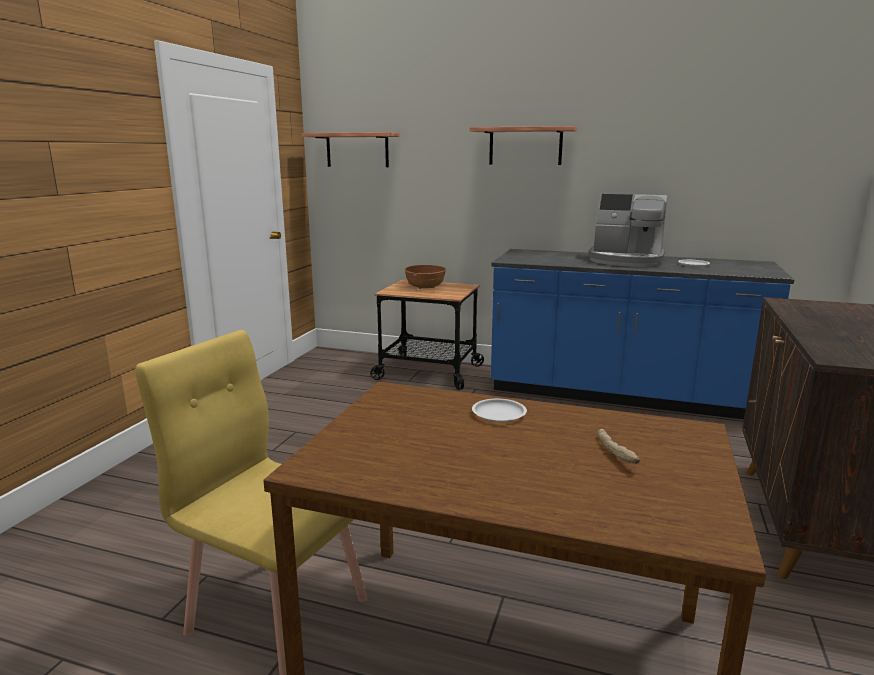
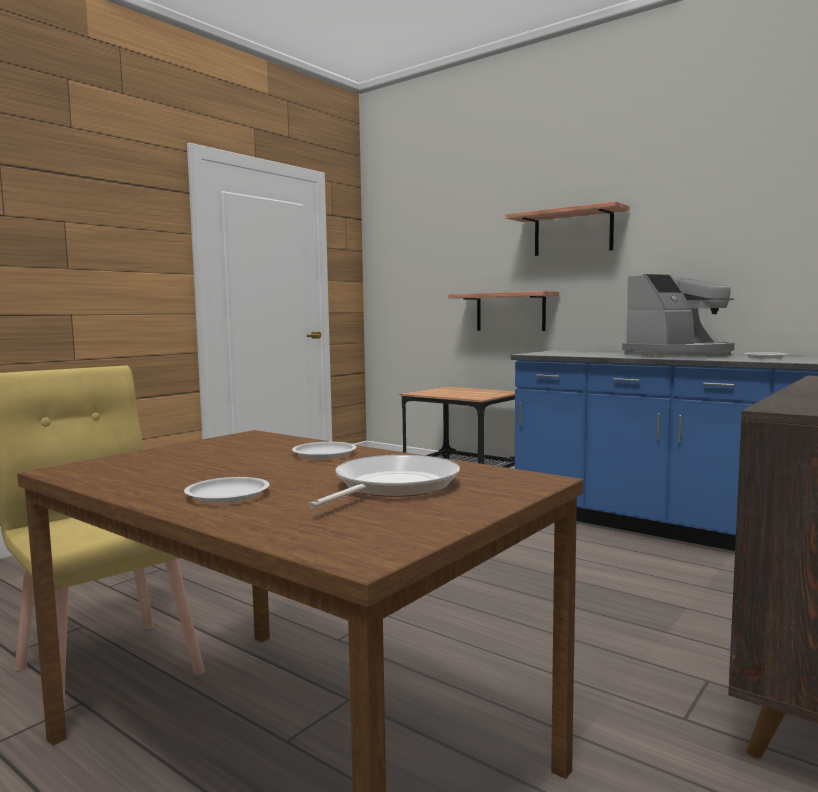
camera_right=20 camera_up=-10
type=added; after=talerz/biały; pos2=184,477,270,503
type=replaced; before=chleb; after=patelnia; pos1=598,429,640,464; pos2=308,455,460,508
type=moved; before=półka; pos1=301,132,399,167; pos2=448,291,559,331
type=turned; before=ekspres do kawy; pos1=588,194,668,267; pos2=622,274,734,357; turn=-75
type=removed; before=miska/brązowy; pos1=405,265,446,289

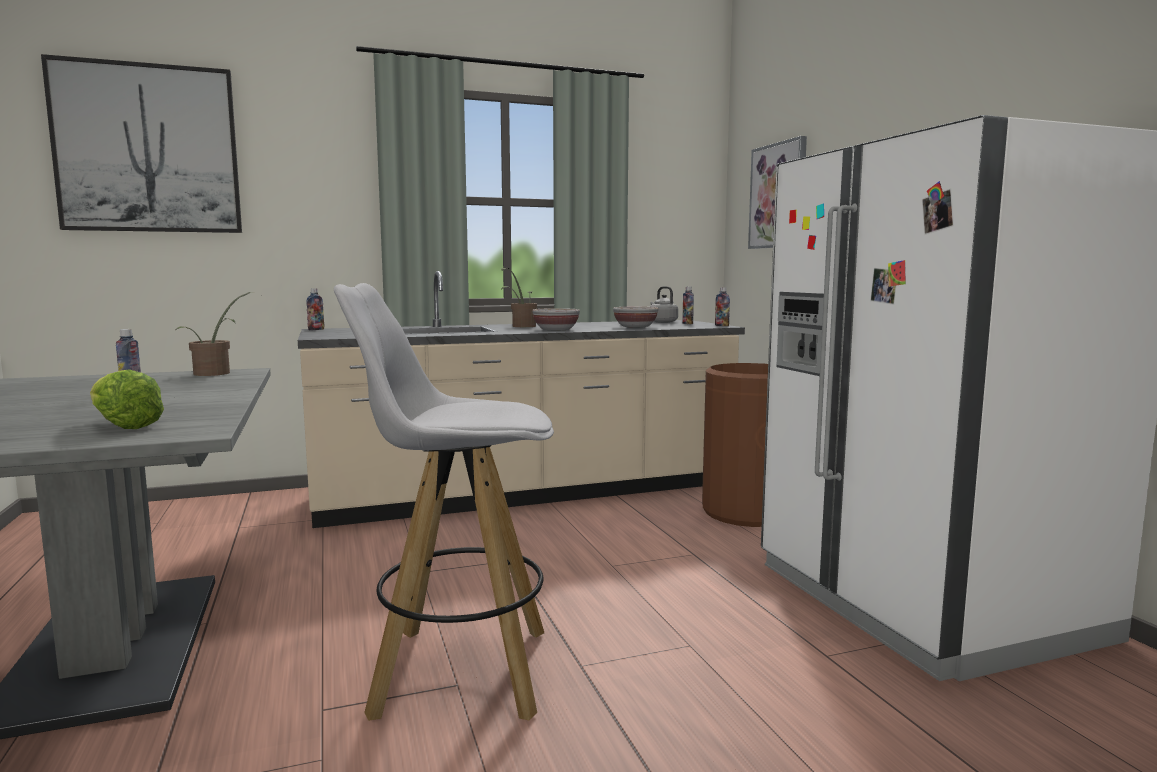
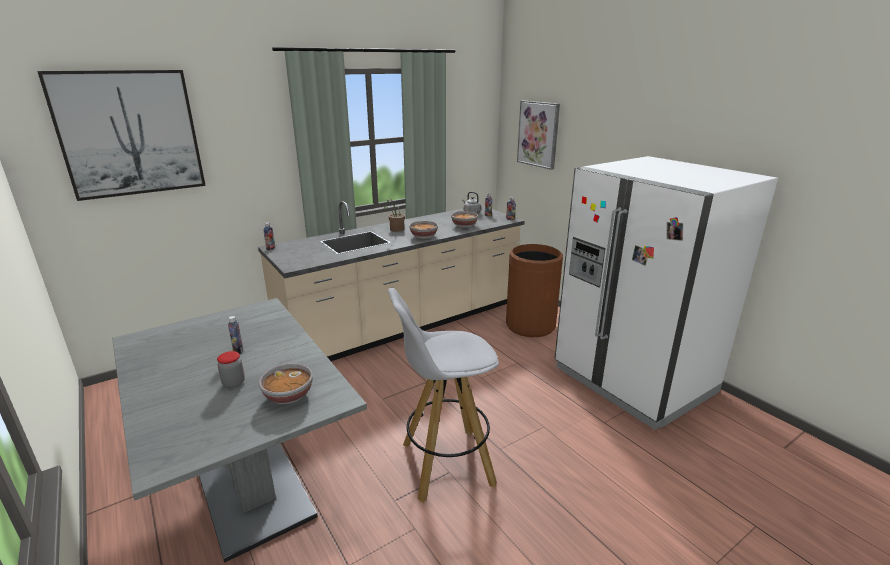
camera_right=-15 camera_up=15
type=added; after=słoik; pos2=217,351,245,388
type=replaced; before=sałata; after=miska; pos1=90,370,164,429; pos2=259,364,313,404
type=removed; before=roślina doniczkowa; pos1=176,292,261,376

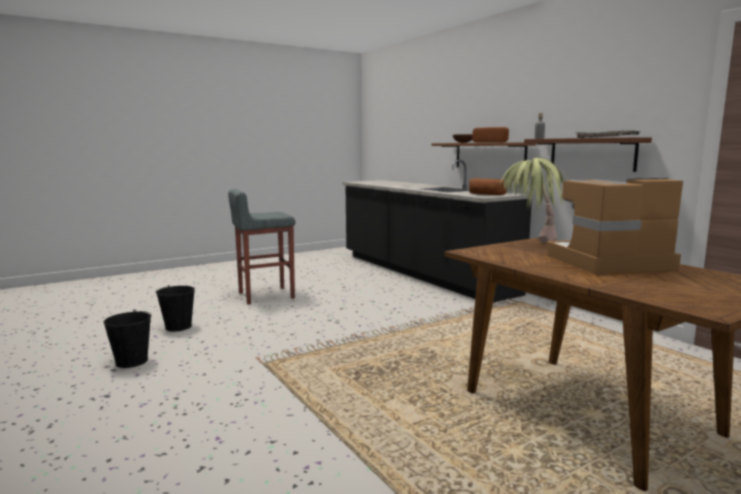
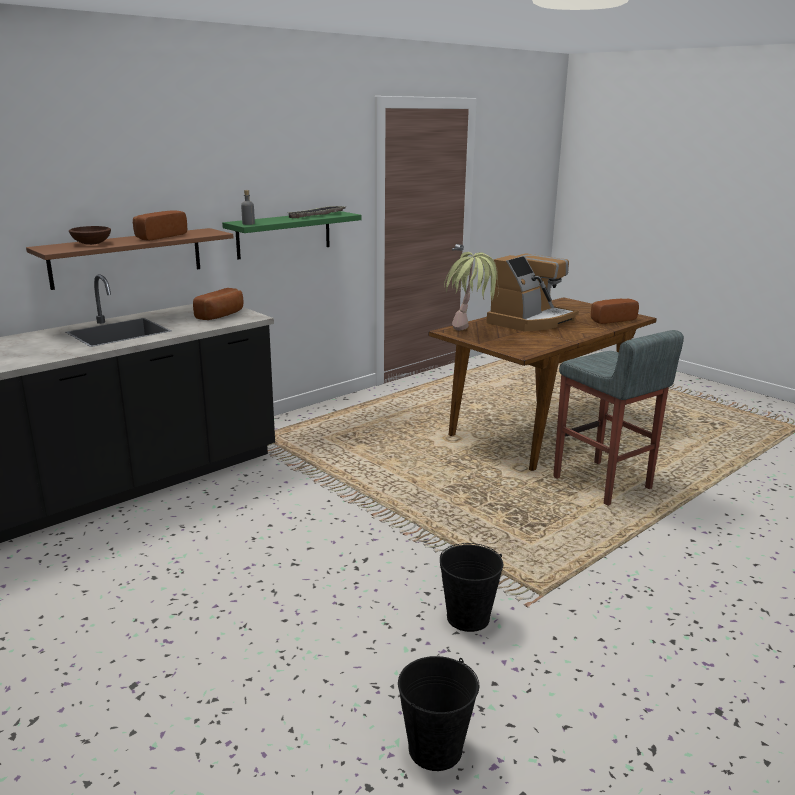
camera_right=-100 camera_up=10
type=recoloured; before=półka/brązowy; after=półka/zielony; pos1=524,137,652,172; pos2=222,211,362,259
type=moved; before=wiadro/czarny; pos1=103,309,151,368; pos2=440,543,503,632
type=turned; before=ekspres do kawy; pos1=546,178,683,274; pos2=487,253,579,331; turn=-120
type=moved; before=stołek/szary; pos1=228,189,295,305; pos2=553,330,684,506
type=added; after=chleb; pos2=591,299,639,324

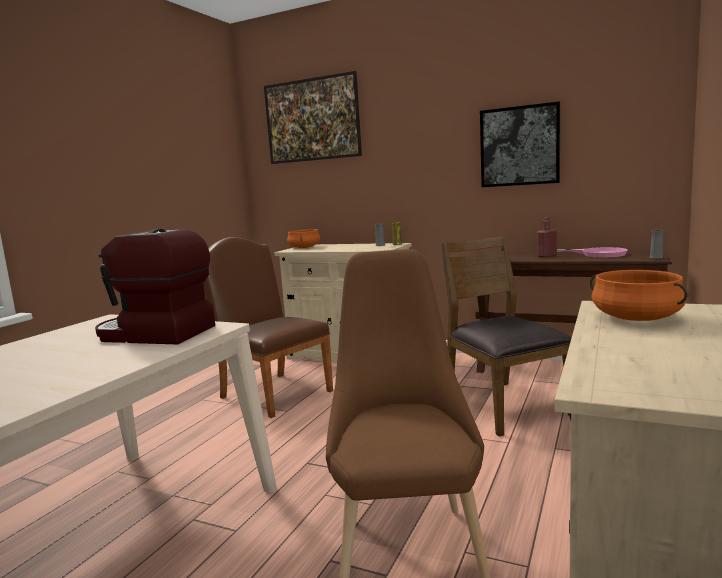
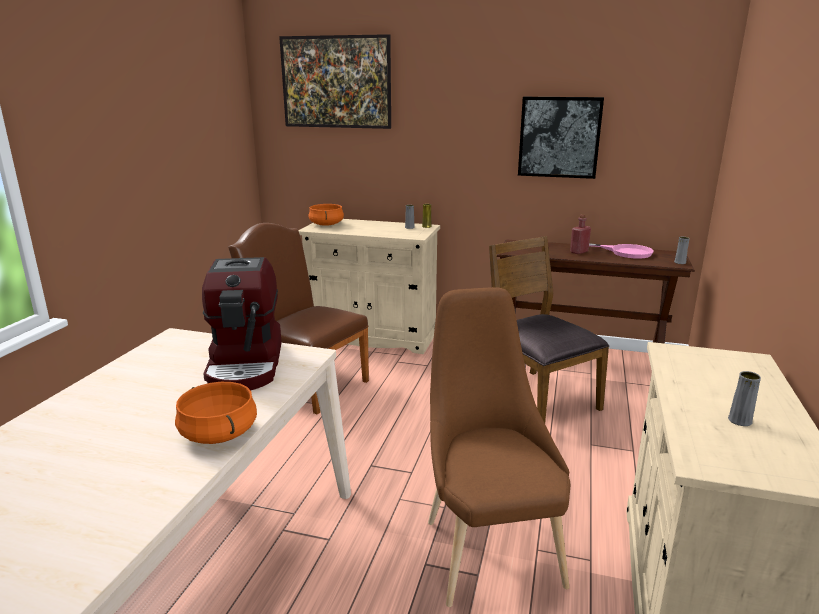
camera_right=-10 camera_up=10
type=moved; before=garnek/pomarańczowy; pos1=590,270,688,321; pos2=175,382,257,444
type=turned; before=ekspres do kawy; pos1=95,229,215,344; pos2=202,257,282,390; turn=-105
type=added; after=wazon/szary; pos2=728,371,761,426

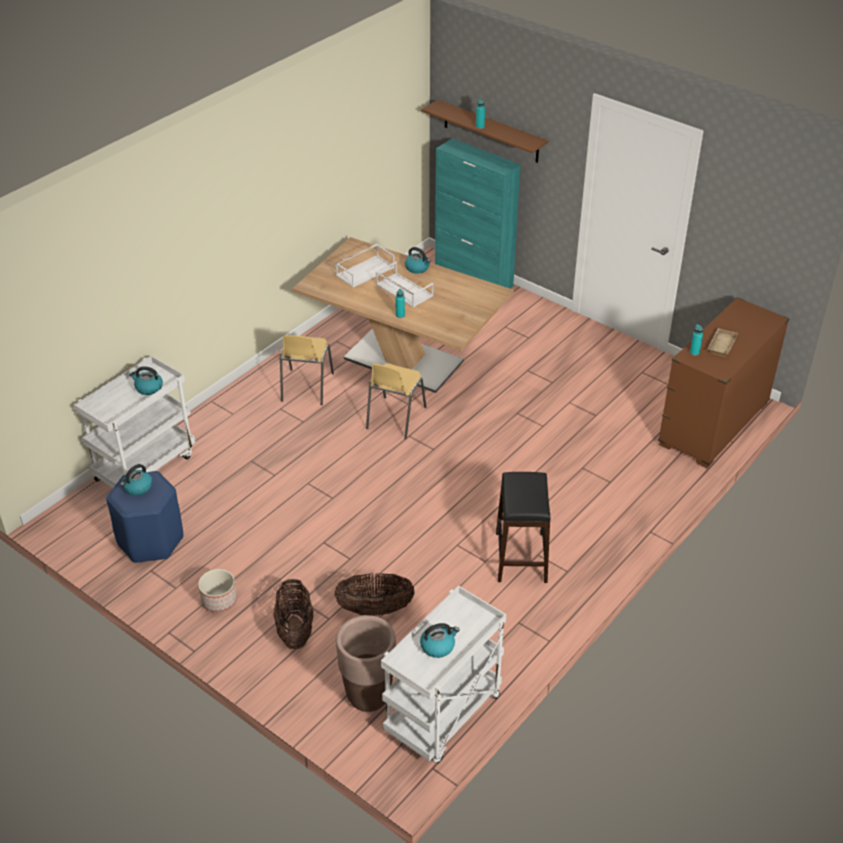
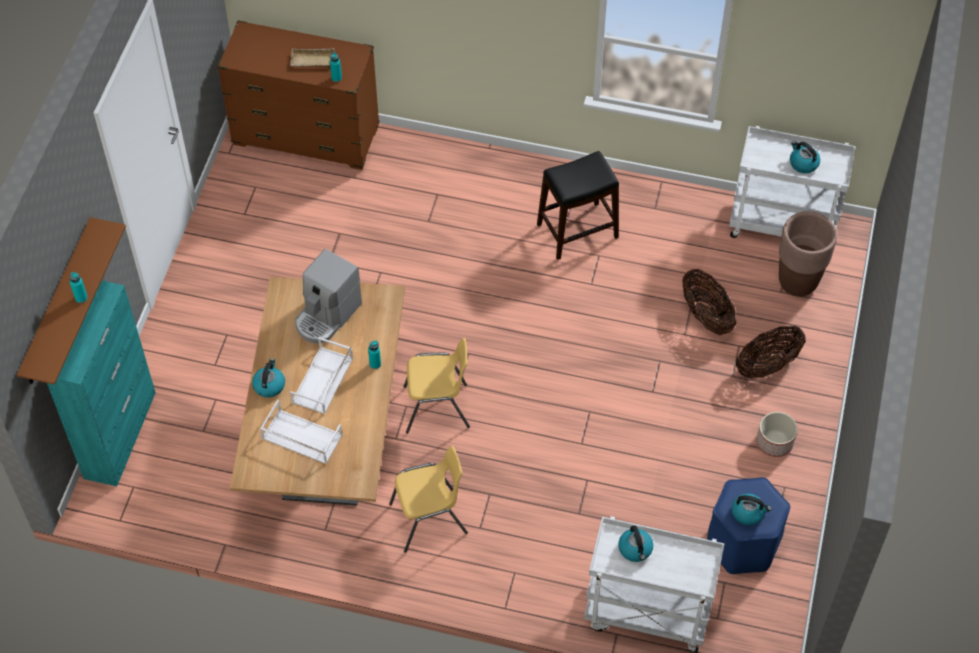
camera_right=-115 camera_up=15
type=added; after=ekspres do kawy; pos2=295,249,362,343

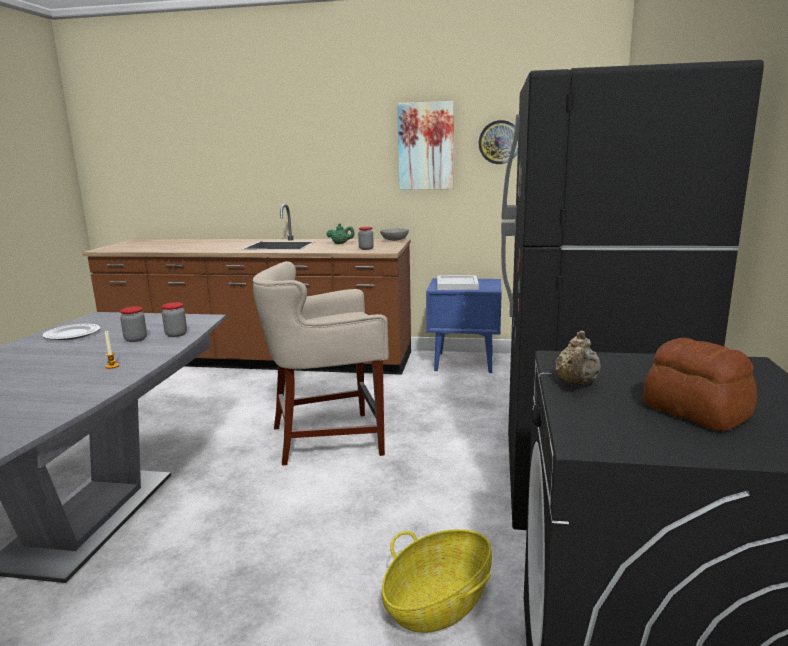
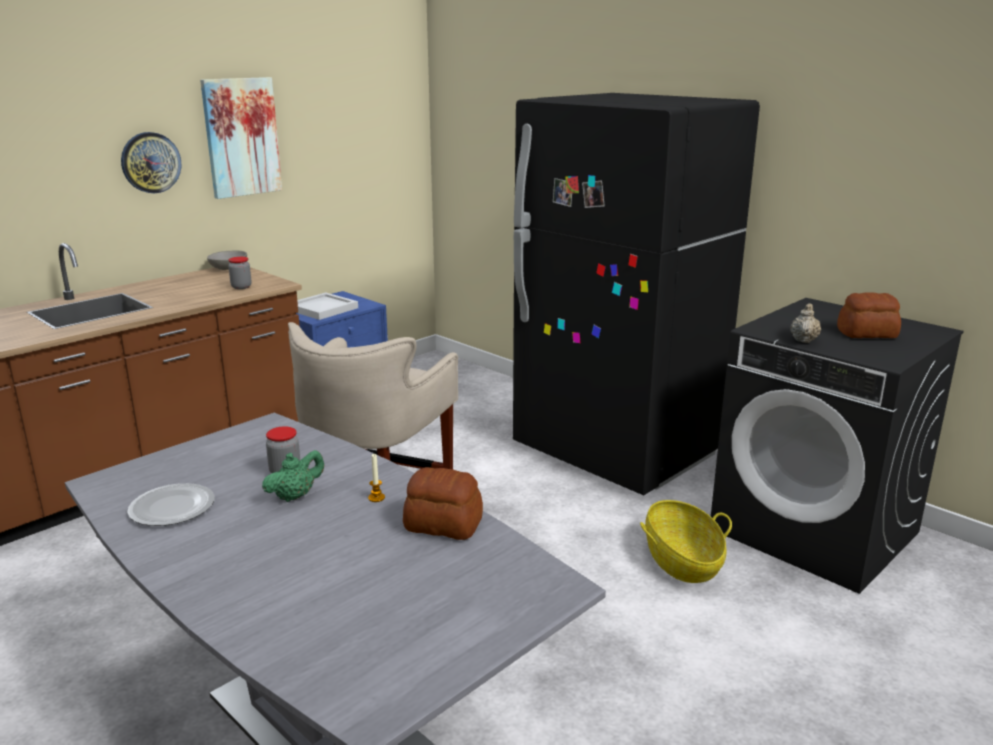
camera_right=-55 camera_up=5
type=moved; before=zegar ścienny; pos1=479,120,518,164; pos2=121,132,181,193
type=moved; before=imbryk/zielony; pos1=326,224,355,244; pos2=262,450,324,502
type=added; after=chleb; pos2=403,467,483,540
type=turned; before=imbryk/beżowy; pos1=556,331,601,386; pos2=790,303,821,343; turn=-120
type=removed; before=słoik; pos1=162,302,187,337

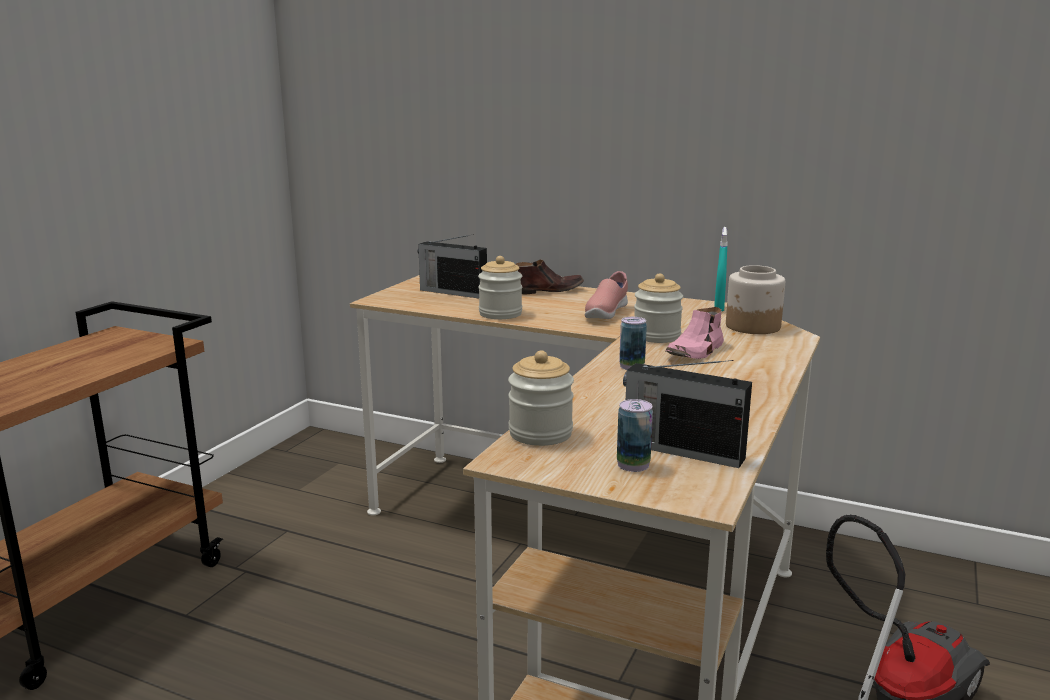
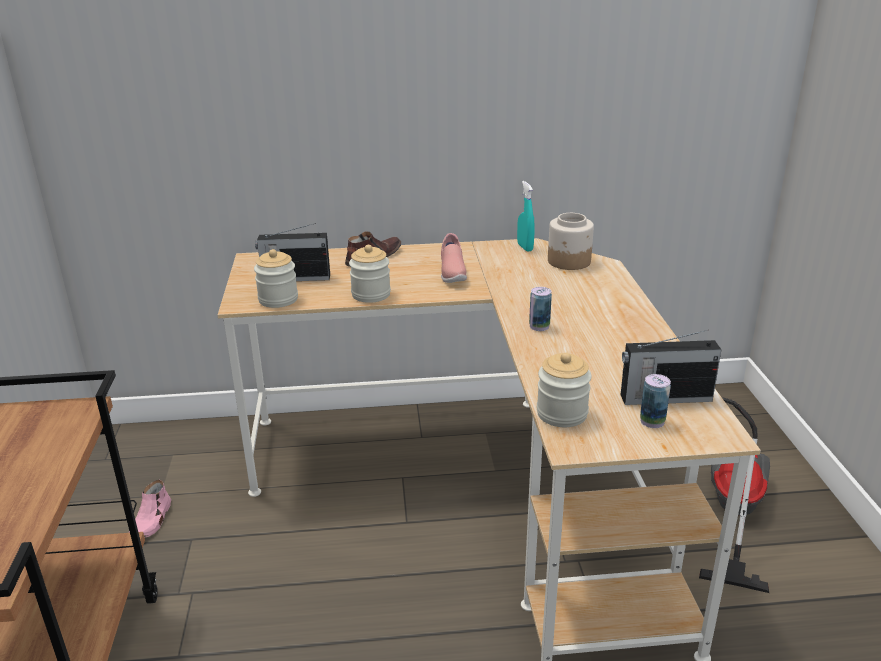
camera_right=-30 camera_up=10
type=moved; before=but/różowy; pos1=665,307,724,359; pos2=129,480,171,537
type=moved; before=słoik; pos1=634,273,683,343; pos2=254,249,298,308

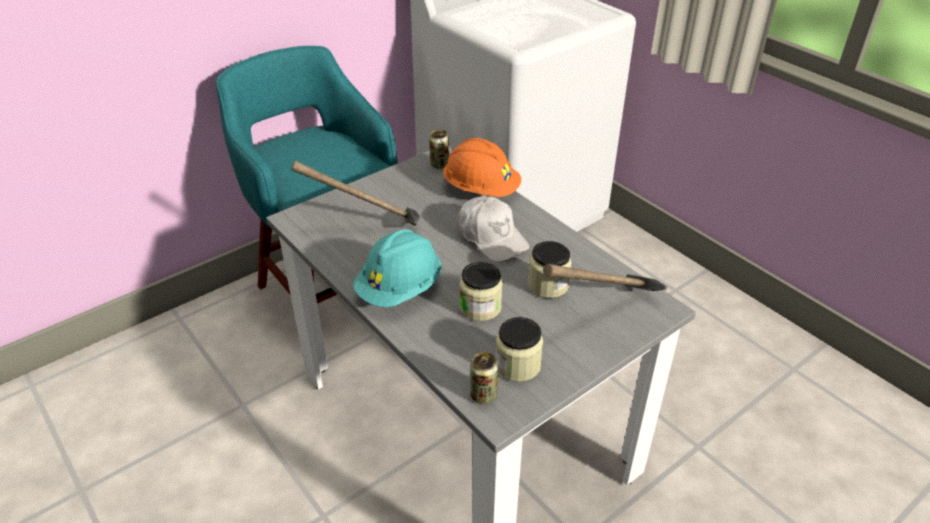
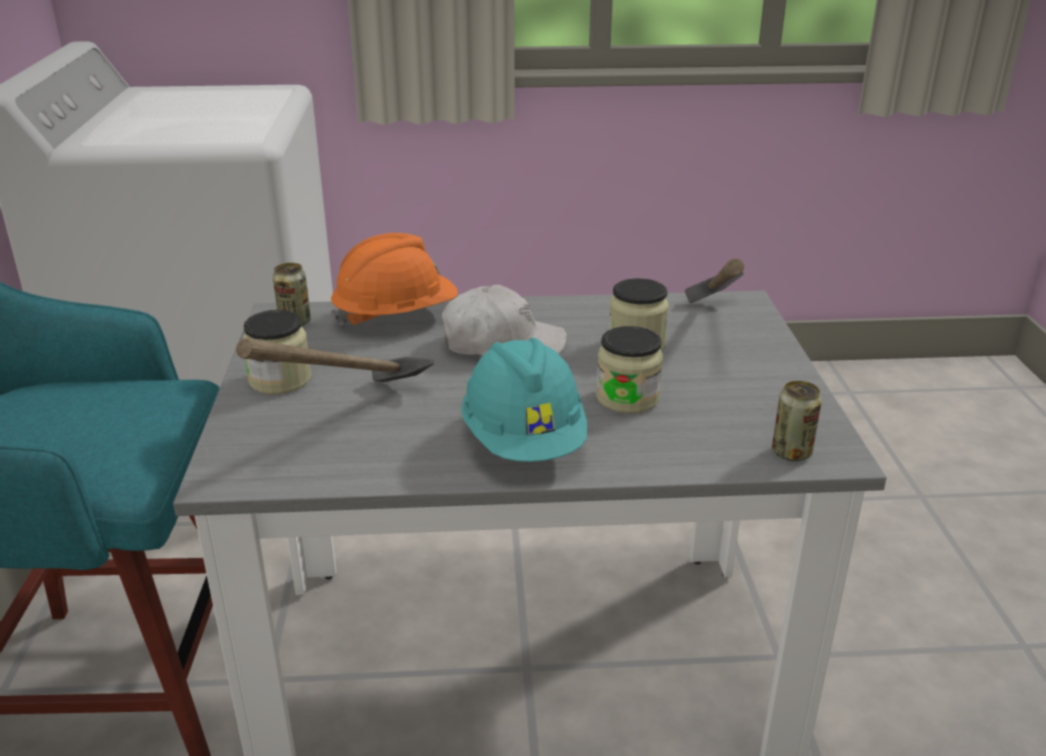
camera_right=-55 camera_up=-10
type=moved; before=słoik; pos1=496,317,543,382; pos2=243,310,311,395

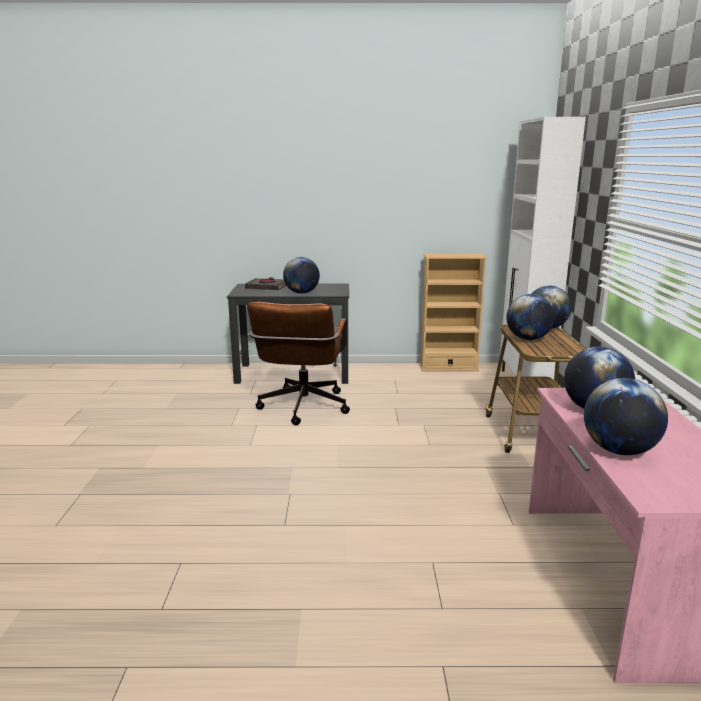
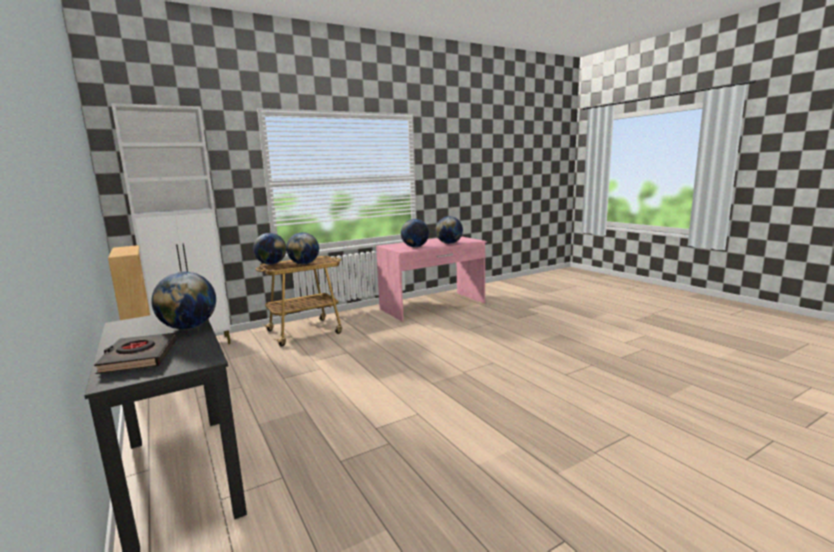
camera_right=-120 camera_up=-5
type=removed; before=krzesło biurowe/brązowy; pos1=247,302,350,425

